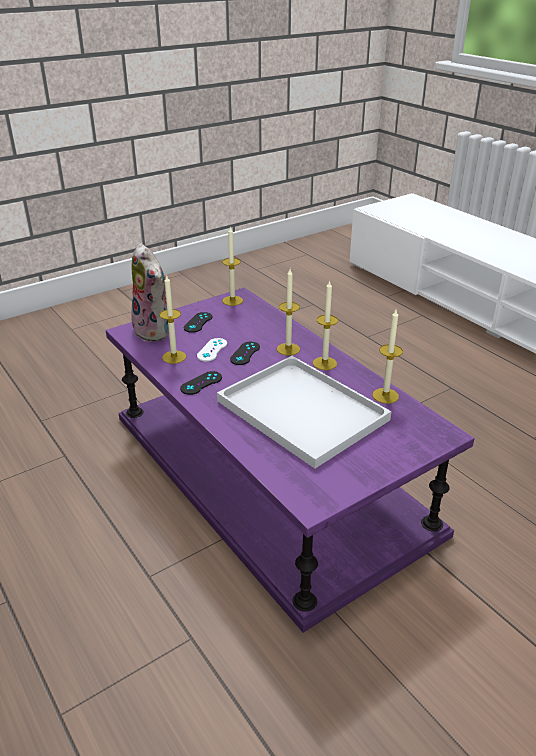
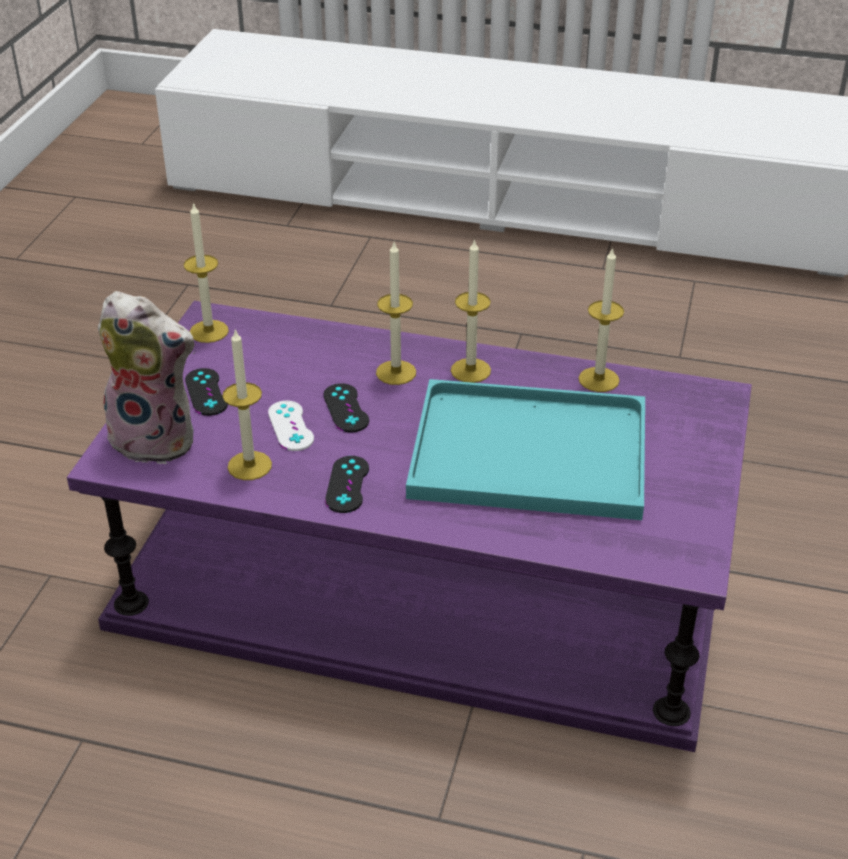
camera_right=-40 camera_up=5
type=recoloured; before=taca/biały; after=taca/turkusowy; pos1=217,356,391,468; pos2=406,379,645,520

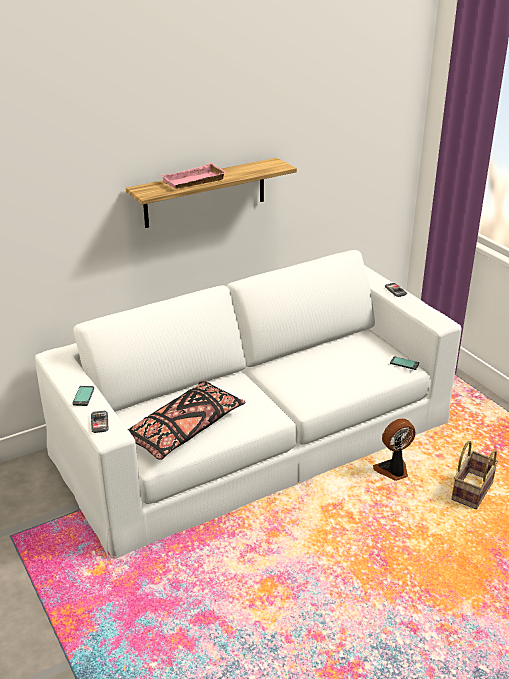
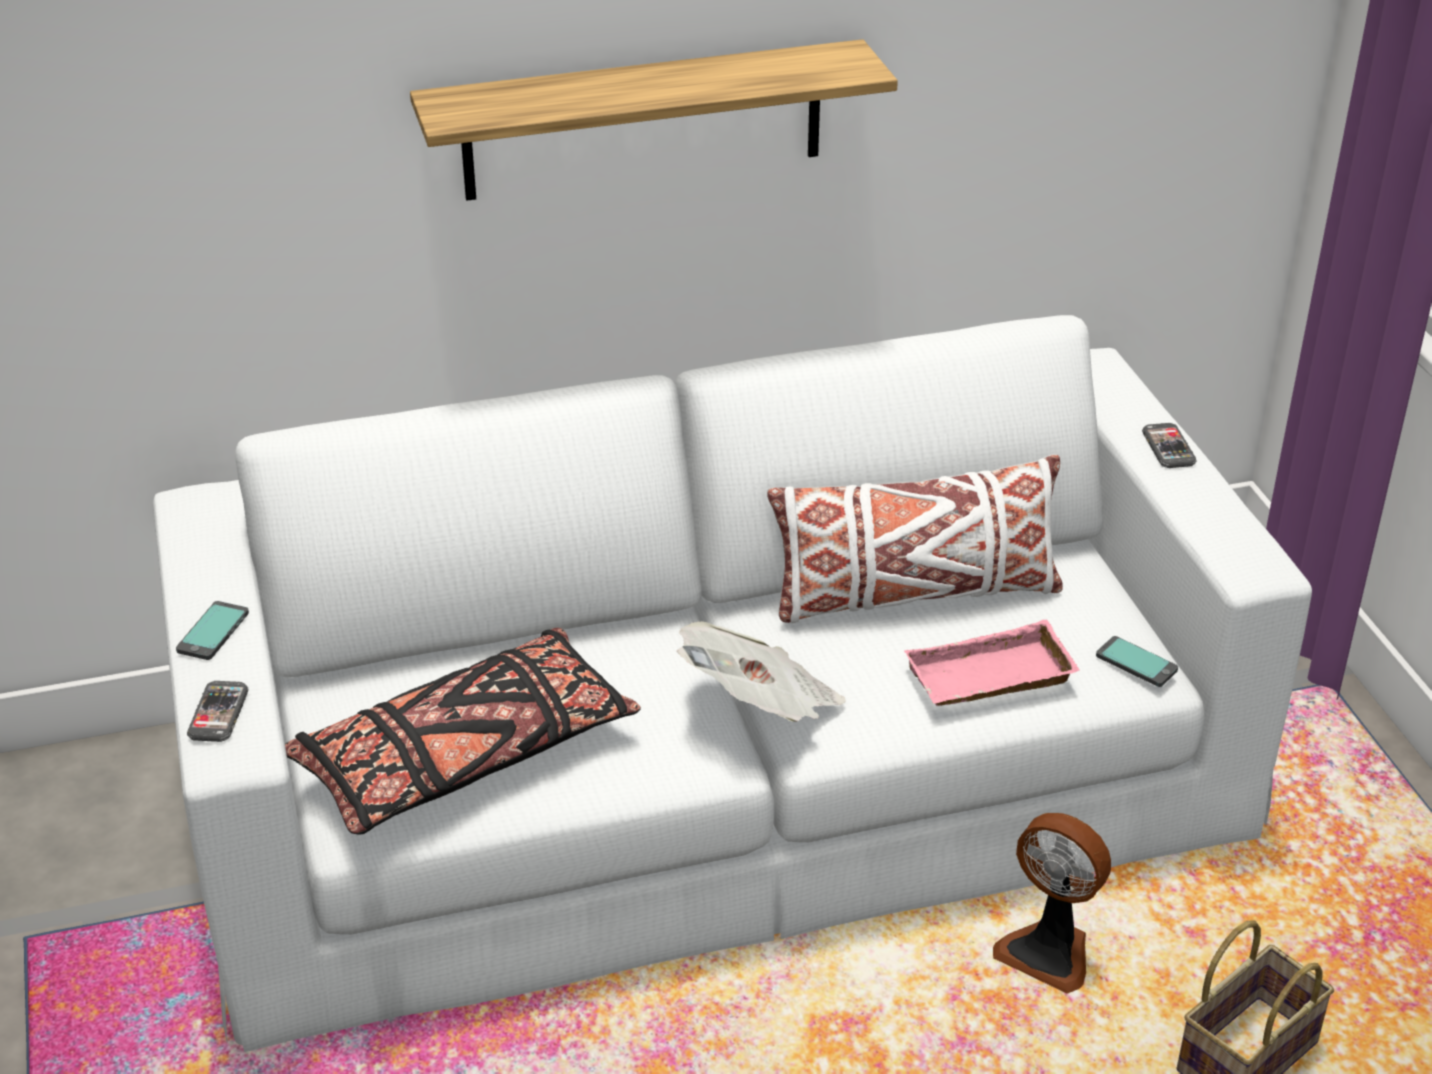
camera_right=15 camera_up=5
type=added; after=gazeta; pos2=677,621,846,722
type=added; after=poduszka/biały; pos2=767,454,1063,623
type=moved; before=taca/różowy; pos1=162,163,227,189; pos2=905,620,1080,706
type=turned; before=wentylator; pos1=373,419,415,481; pos2=993,813,1111,994; turn=-135

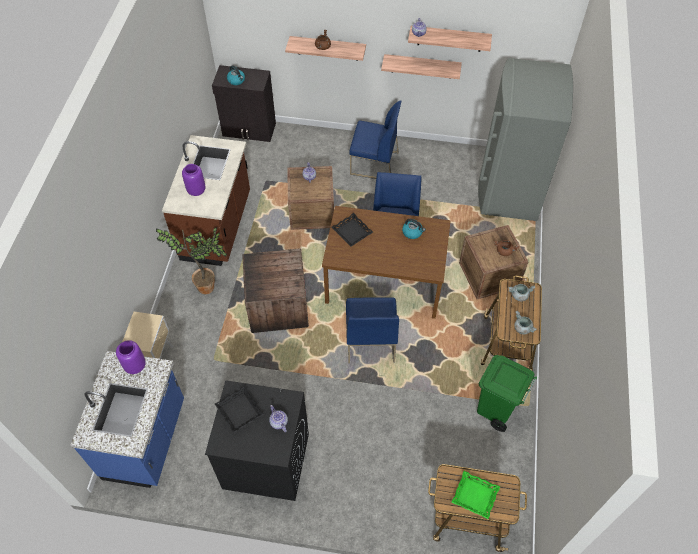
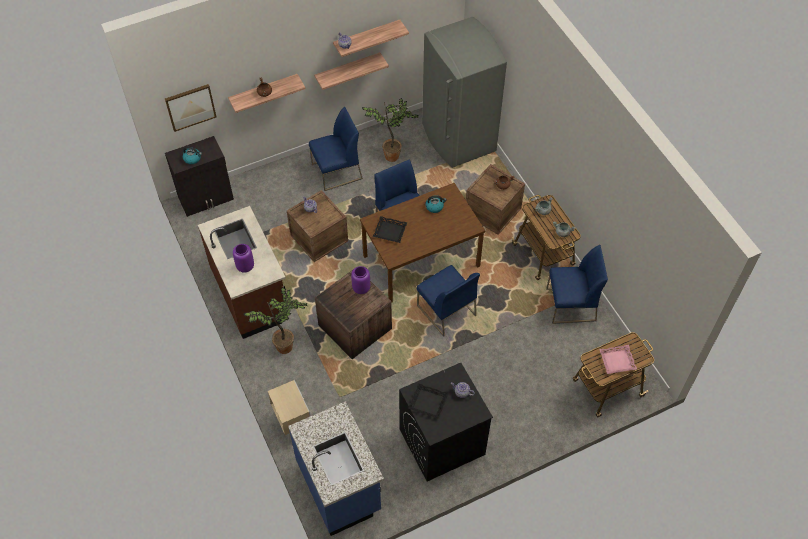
camera_right=-35 camera_up=0
type=added; after=obraz; pos2=165,84,216,132
type=moved; before=wazon/fioletowy; pos1=116,340,146,374; pos2=351,266,370,294
type=added; after=roślina doniczkowa; pos2=362,98,420,162
type=replaced; before=kosz na śmieci/zielony; after=krzesło/niebieski; pos1=477,355,537,432; pos2=546,245,608,324
type=recoloured; before=taca/zielony; after=taca/różowy; pos1=451,471,500,519; pos2=599,345,637,374

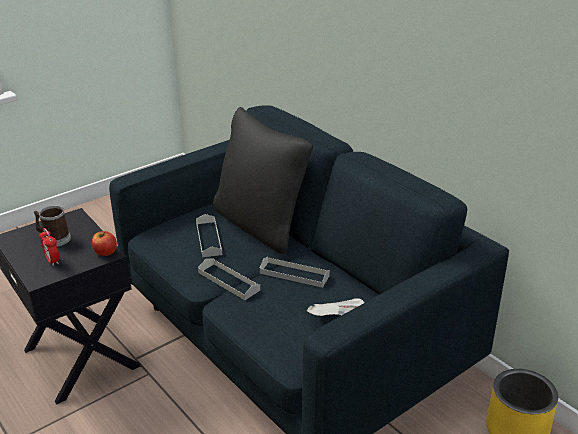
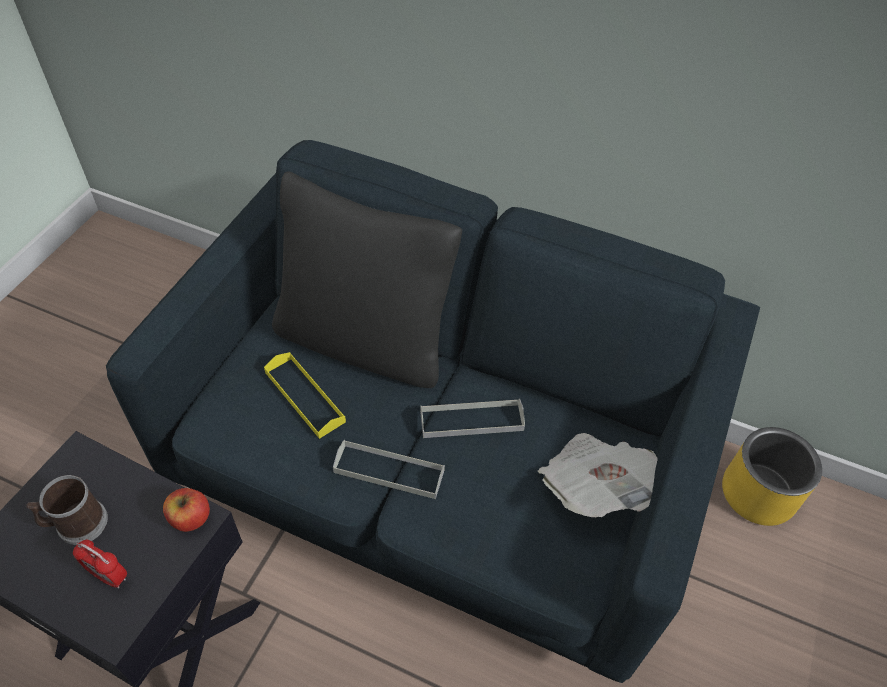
camera_right=-30 camera_up=20
type=recoloured; before=taca/szary; after=taca/żółty; pos1=196,214,222,257; pos2=264,352,346,439

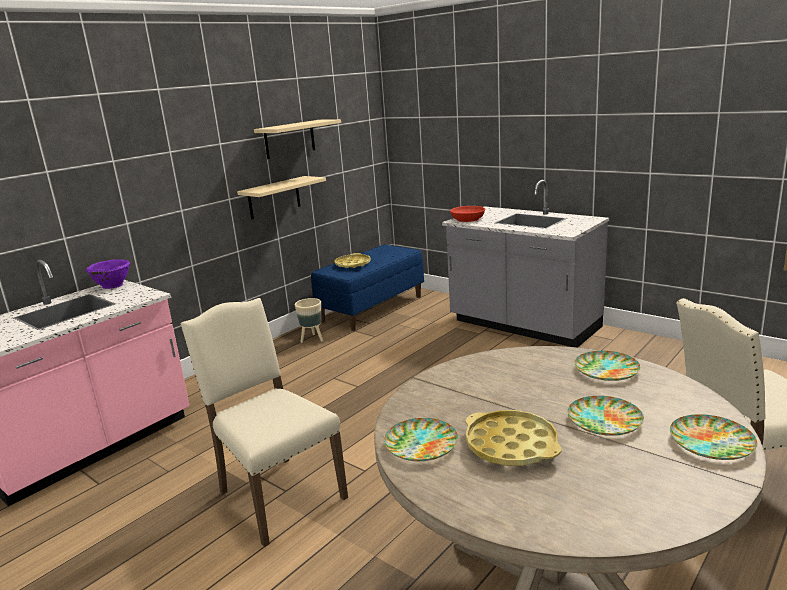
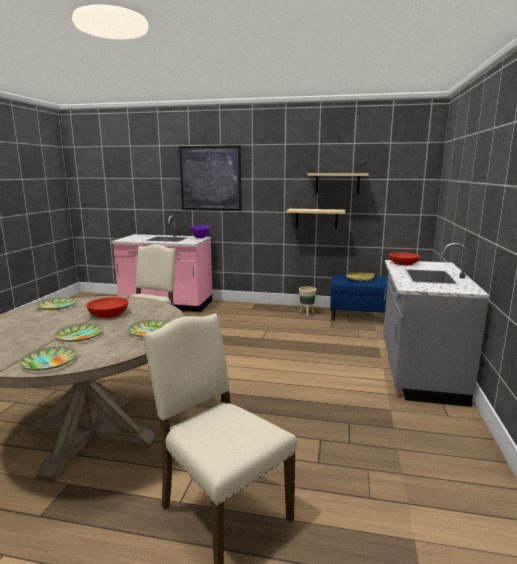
camera_right=60 camera_up=-5
type=added; after=miska/czerwony; pos2=86,297,129,318
type=added; after=obraz; pos2=179,145,242,211
type=removed; before=taca/żółty; pos1=466,410,562,466

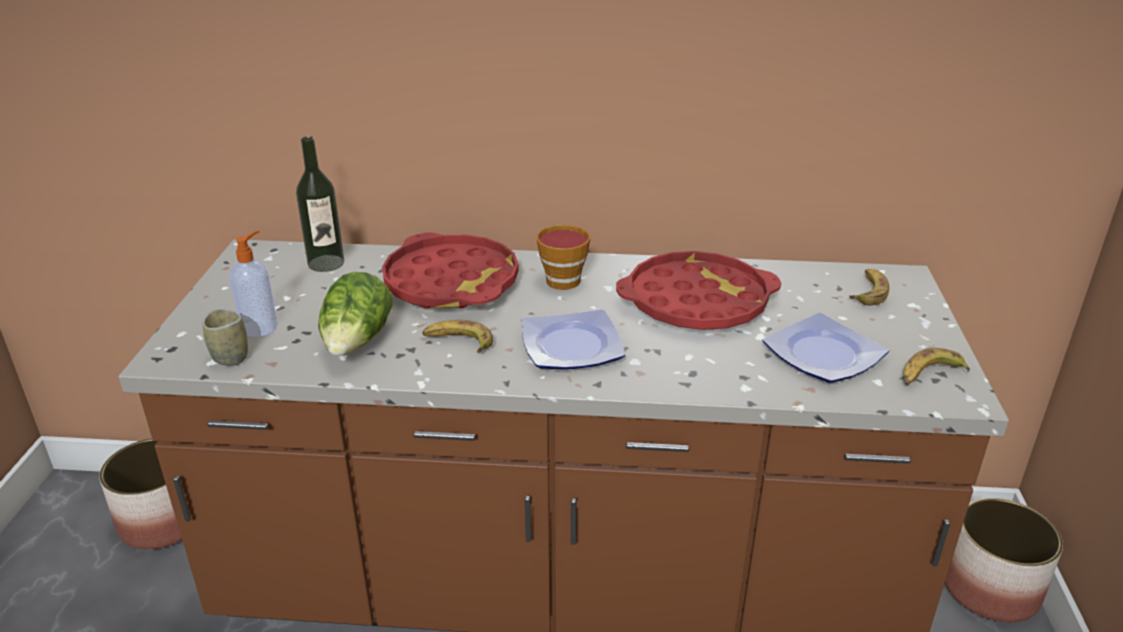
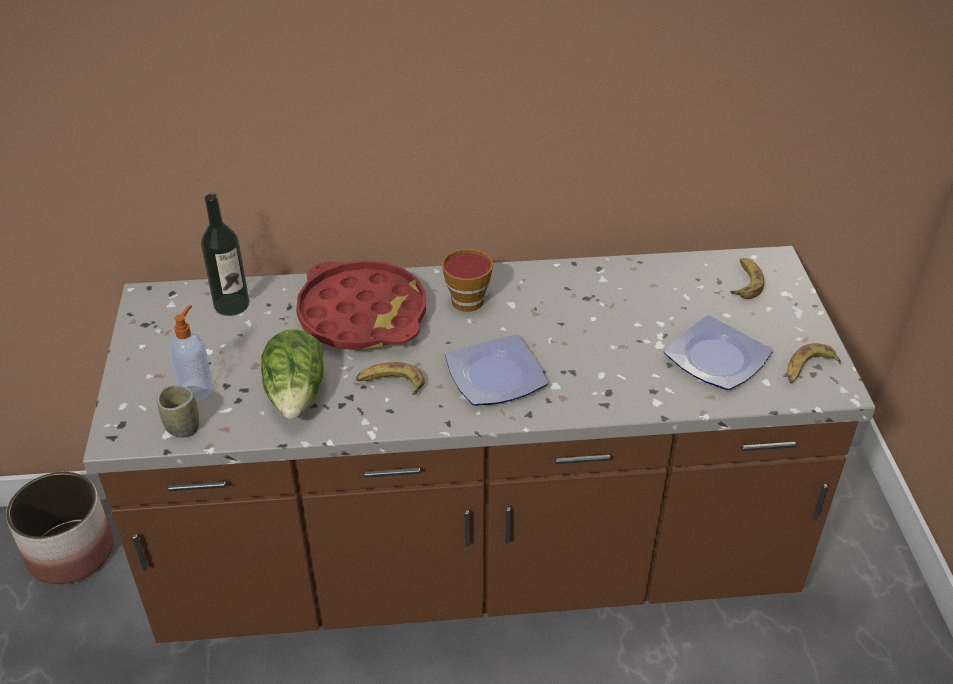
camera_right=-10 camera_up=10
type=removed; before=taca/czerwony; pos1=616,251,781,330
type=removed; before=donica; pos1=945,498,1063,623

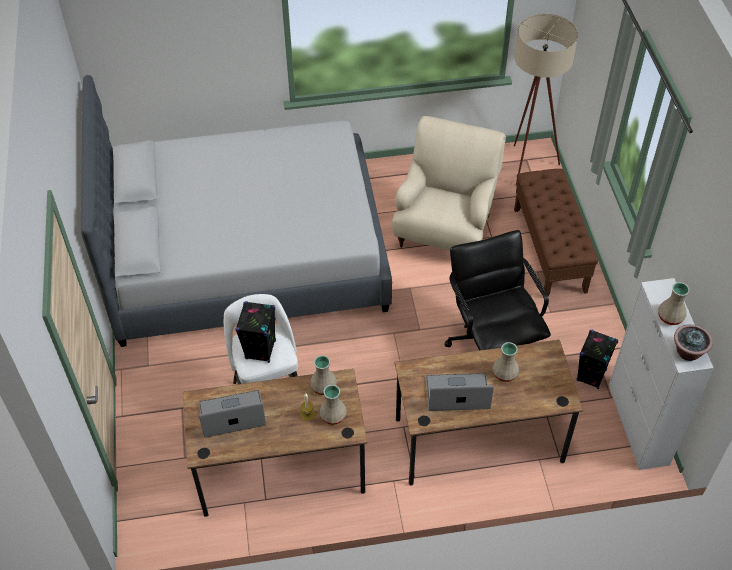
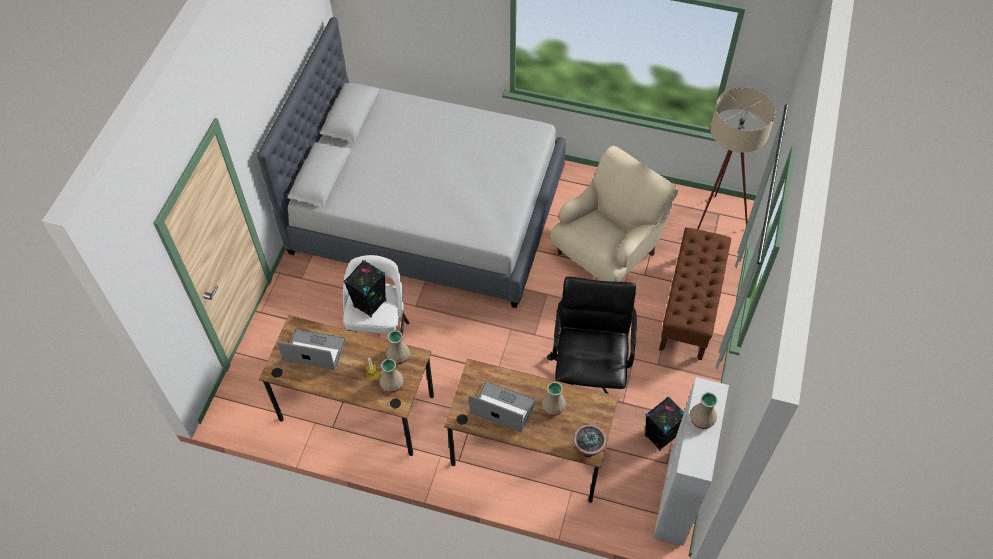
camera_right=25 camera_up=5
type=moved; before=roślina doniczkowa; pos1=674,324,713,361; pos2=573,424,607,456

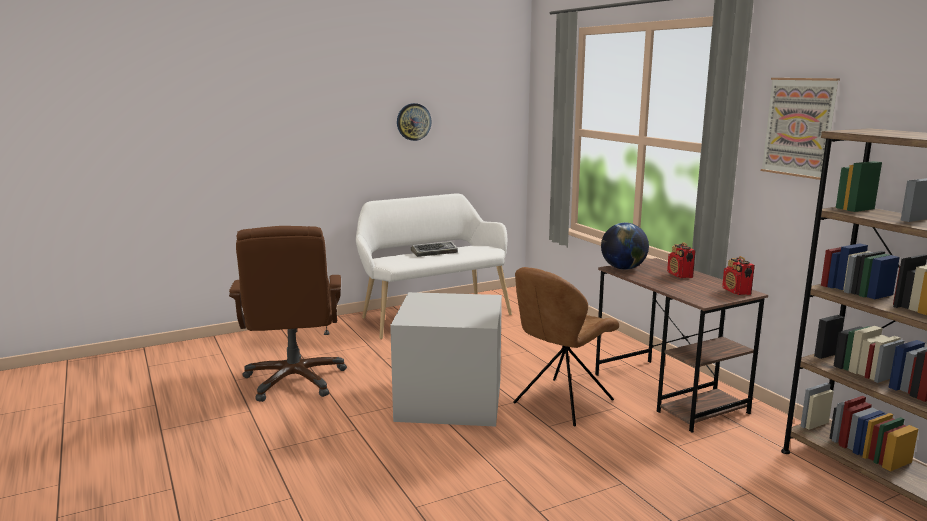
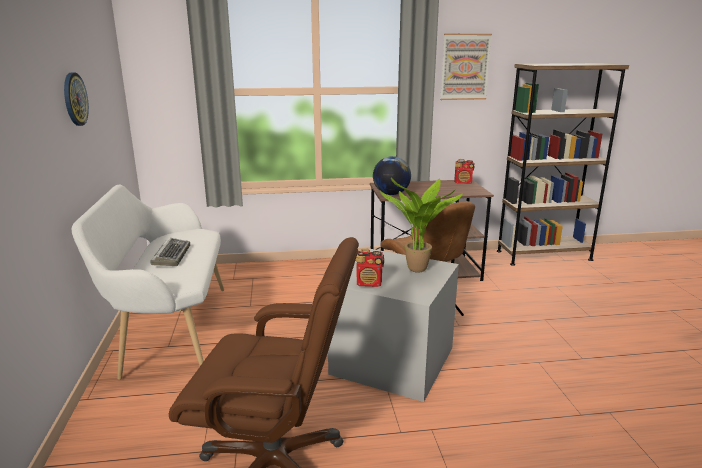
camera_right=-70 camera_up=5
type=moved; before=radio; pos1=667,242,696,278; pos2=356,249,384,287
type=added; after=roślina doniczkowa; pos2=379,178,463,272

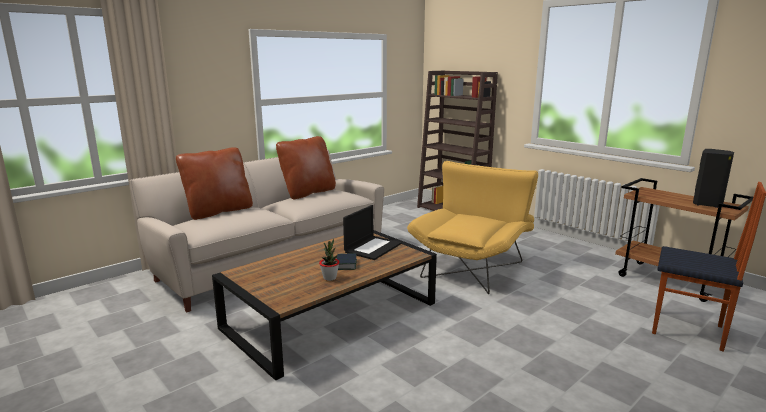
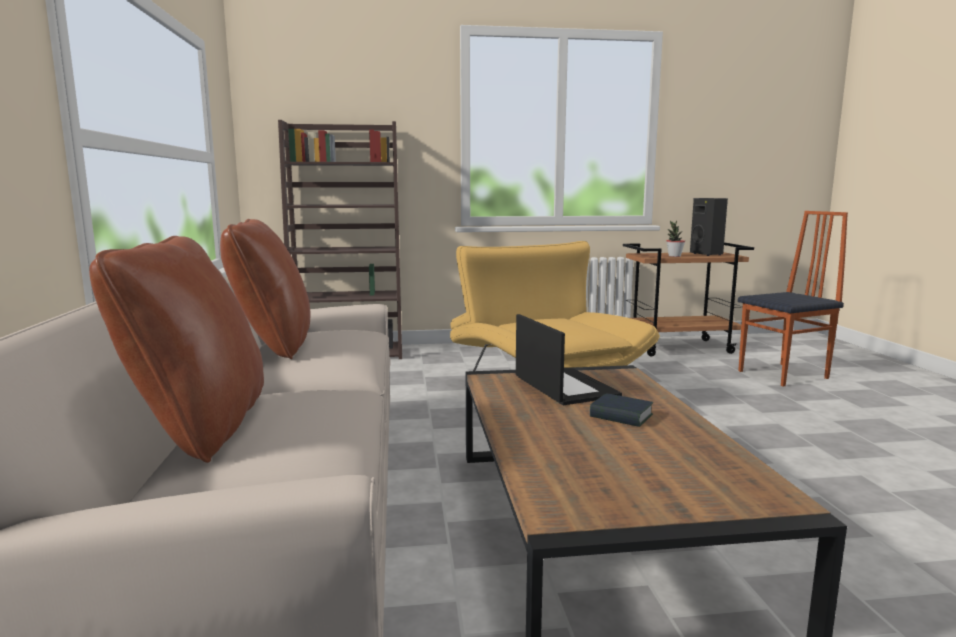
camera_right=-55 camera_up=-5
type=moved; before=roślina doniczkowa; pos1=319,239,340,281; pos2=666,220,685,257

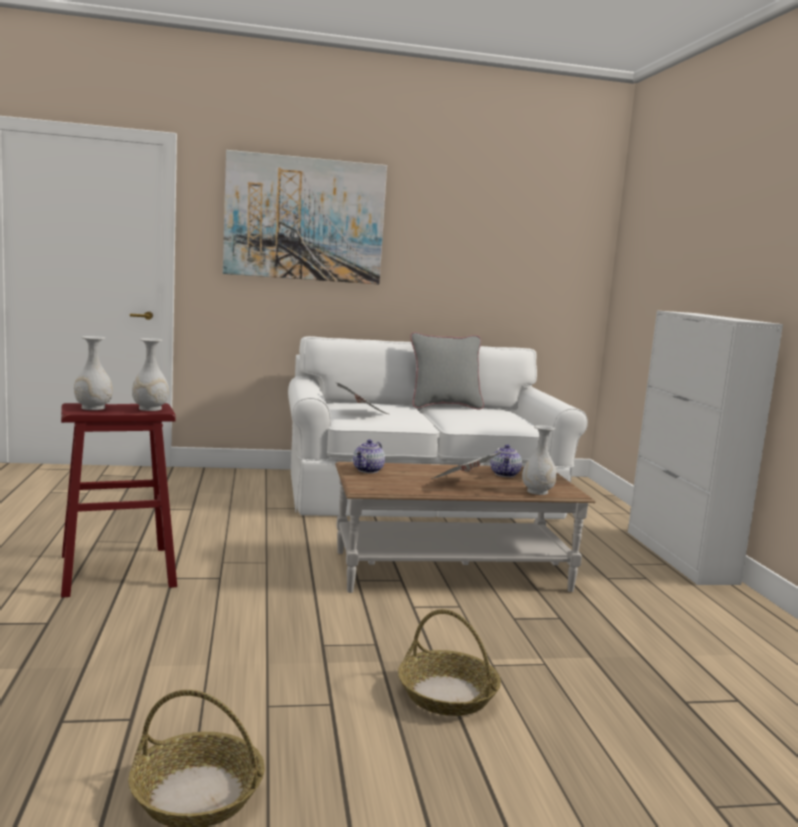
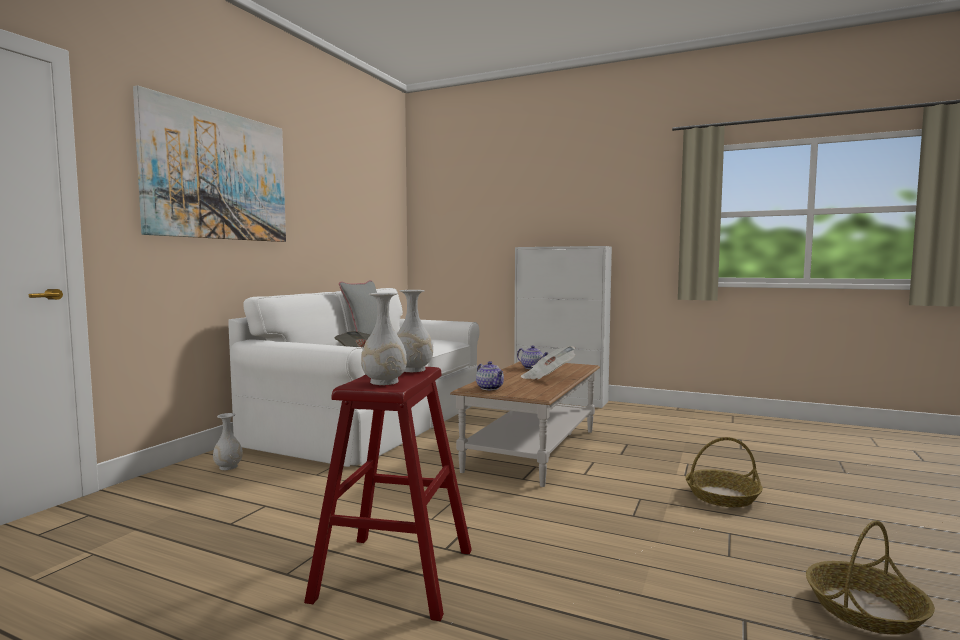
camera_right=-55 camera_up=-5
type=moved; before=wazon/biały; pos1=522,425,557,495; pos2=213,413,243,470

